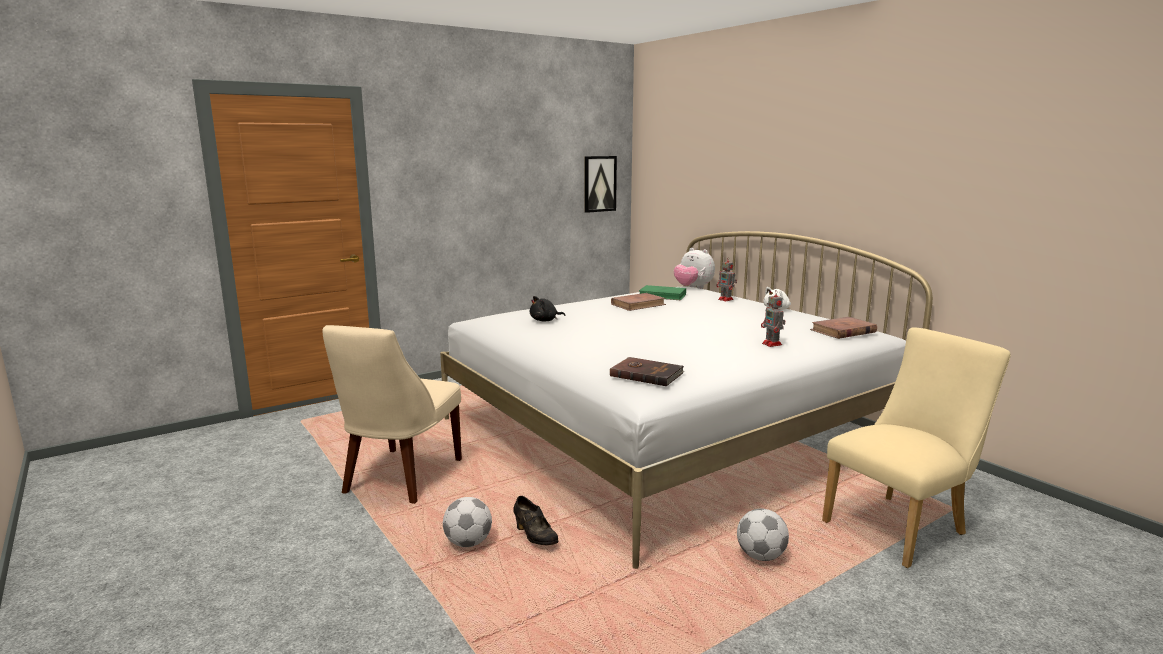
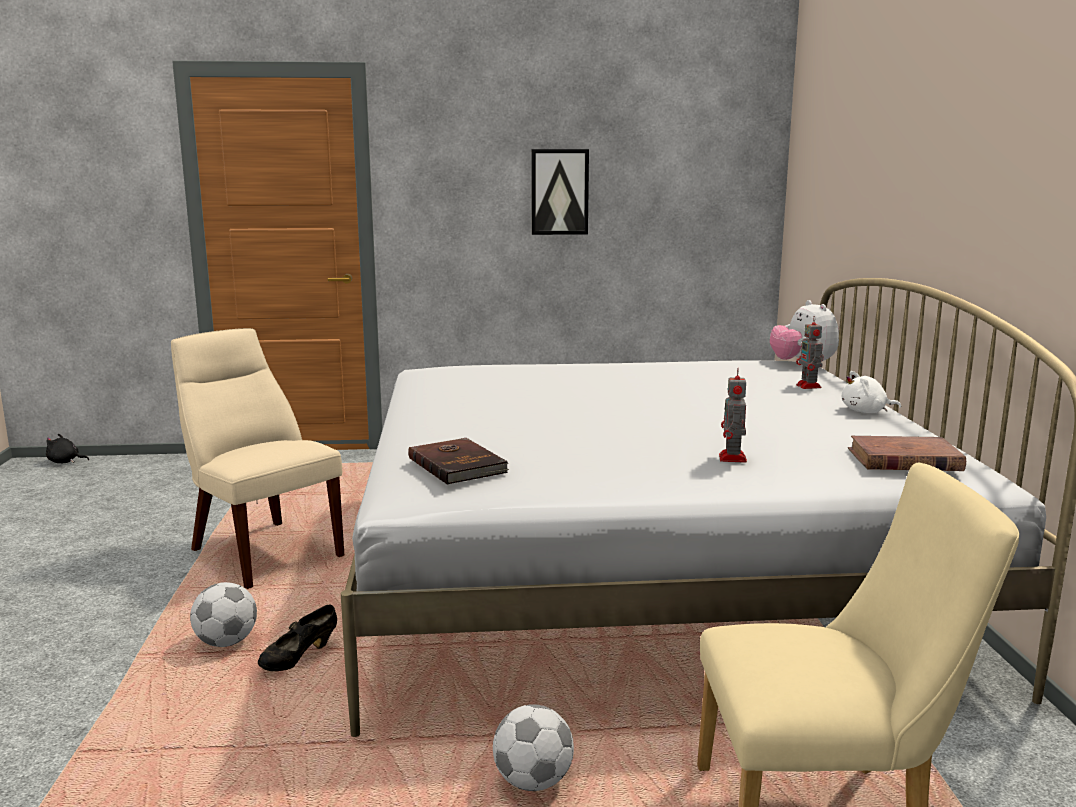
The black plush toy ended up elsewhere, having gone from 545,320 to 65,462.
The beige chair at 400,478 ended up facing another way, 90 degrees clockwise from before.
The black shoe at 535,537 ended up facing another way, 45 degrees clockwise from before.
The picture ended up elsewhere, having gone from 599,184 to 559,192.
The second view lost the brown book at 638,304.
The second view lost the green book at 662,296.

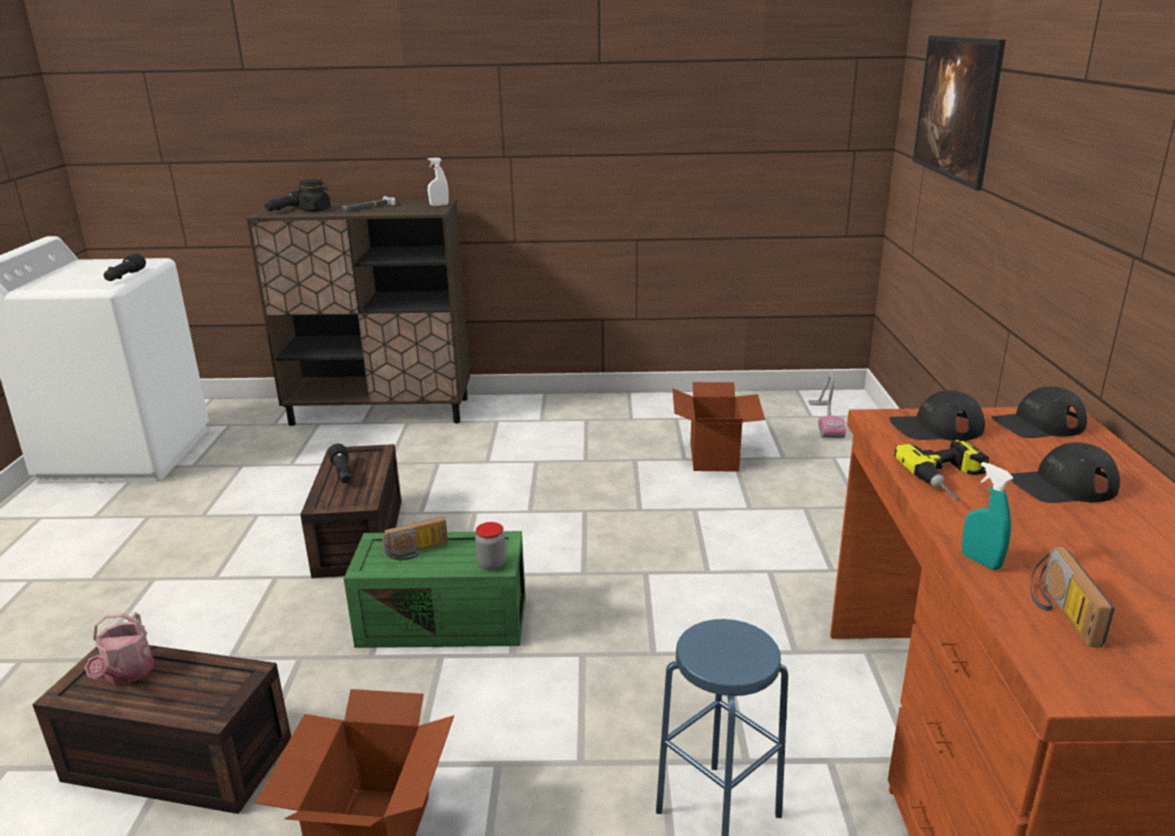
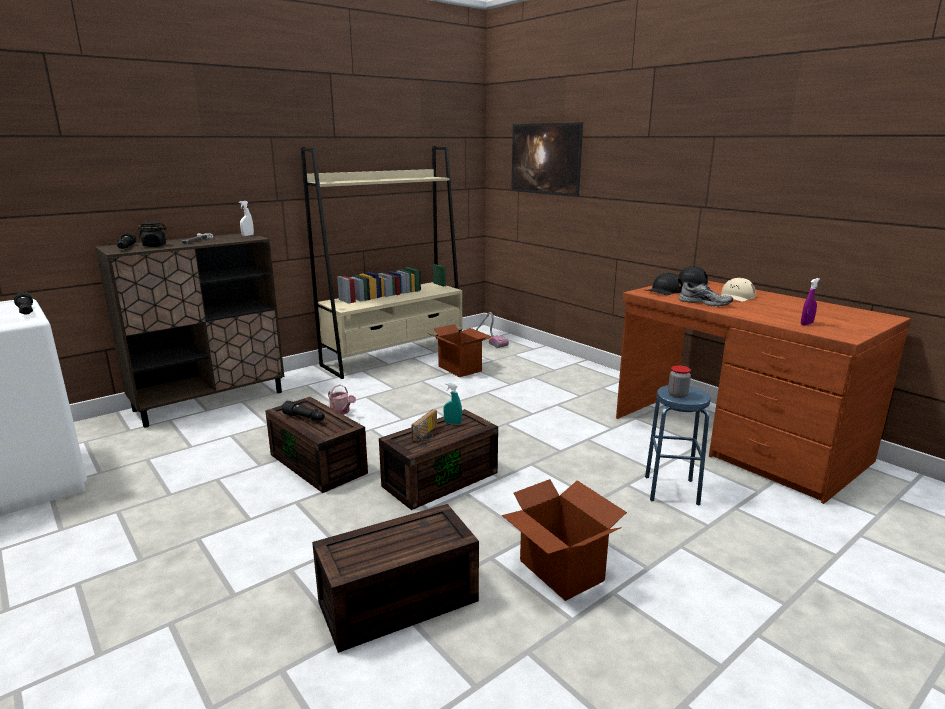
The second view gained the beige bookcase at 394,356.
The watering can ended up elsewhere, having gone from 127,674 to 341,412.
What was the green storage box at 446,619 turned into the brown storage box at 440,478.
The turquoise spray bottle ended up elsewhere, having gone from 980,561 to 452,423.
The jar ended up elsewhere, having gone from 492,564 to 677,395.
Where the power drill stood at 952,480, the grey shoe came to stand at 705,302.
What was the black cap at 1062,485 turned into the beige cap at 735,297.
Where the radio stood at 1059,611, the purple spray bottle came to stand at 806,324.

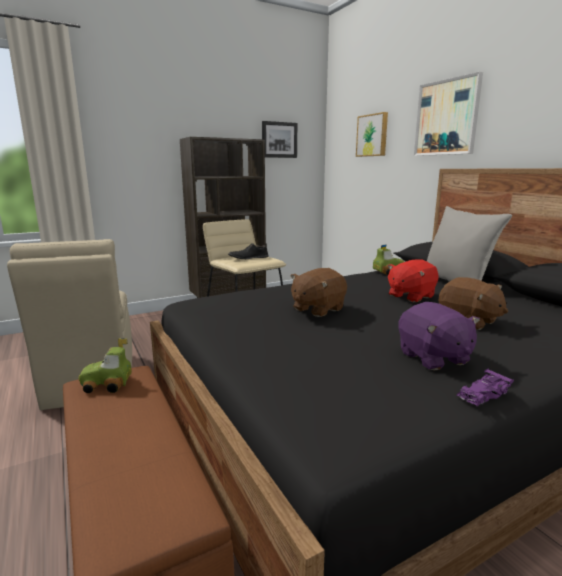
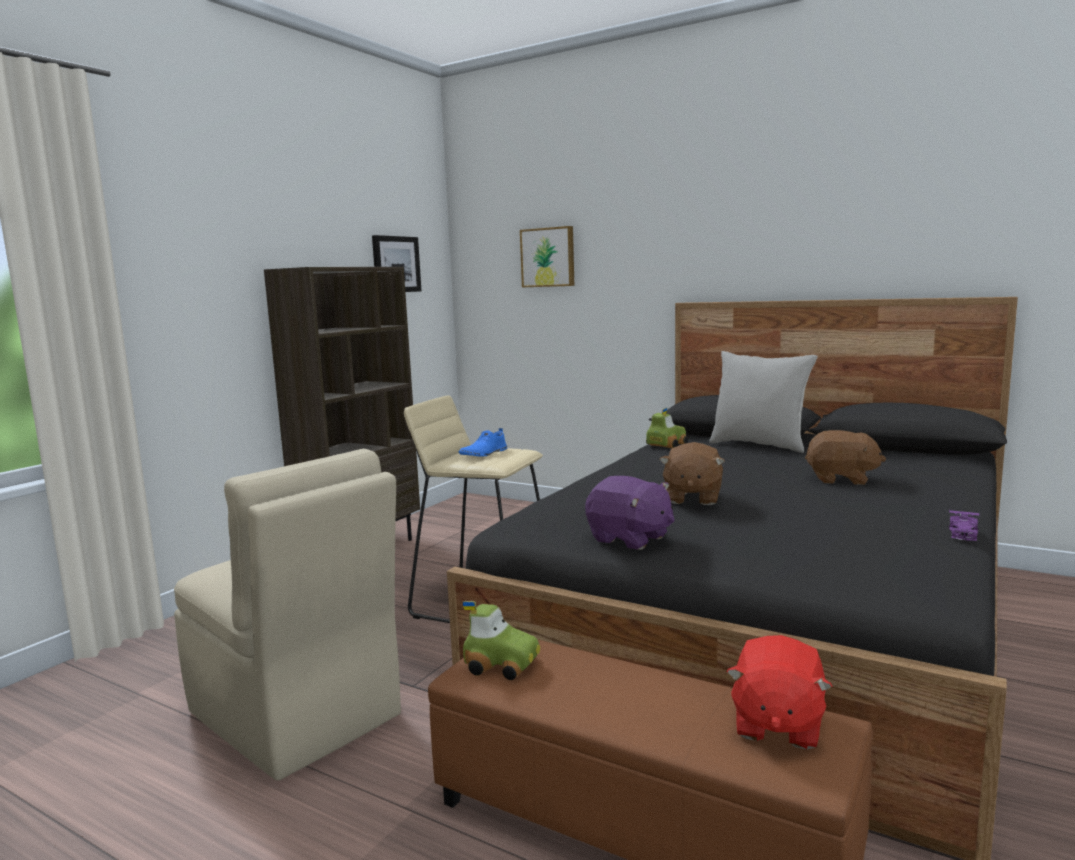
What was the black shoe at 248,258 turned into the blue shoe at 483,454.
The toy car at 107,385 ended up facing another way, 120 degrees counterclockwise from before.
The purple plush toy ended up elsewhere, having gone from 433,358 to 629,538.
The red plush toy ended up elsewhere, having gone from 410,296 to 776,724.
The second view lost the picture at 447,118.

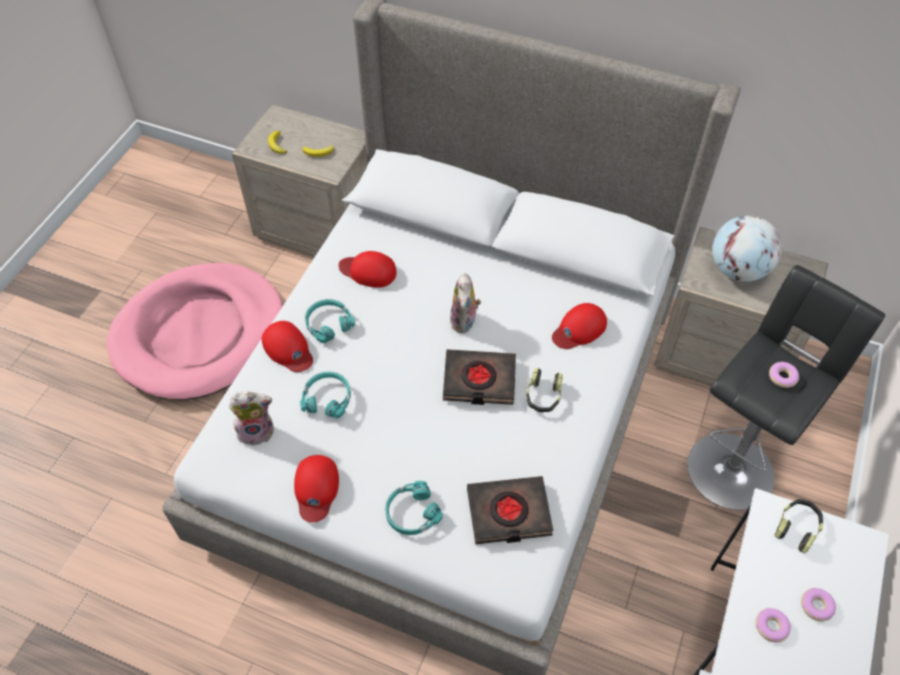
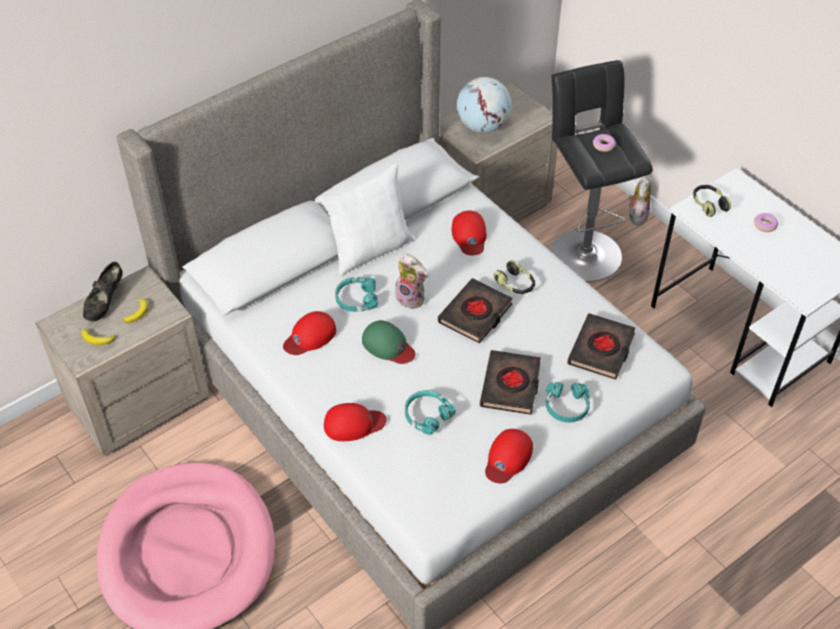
The second view gained the black shoe at 105,303.
The second view gained the white pillow at 370,249.
The turquoise headphones ended up elsewhere, having gone from 328,323 to 356,299.
The second view gained the green cap at 388,345.
The second view gained the black book at 511,386.
The red cap at 316,489 ended up facing another way, 90 degrees clockwise from before.
The plush toy ended up elsewhere, having gone from 257,430 to 637,215.
The second view lost the donut at 771,626.

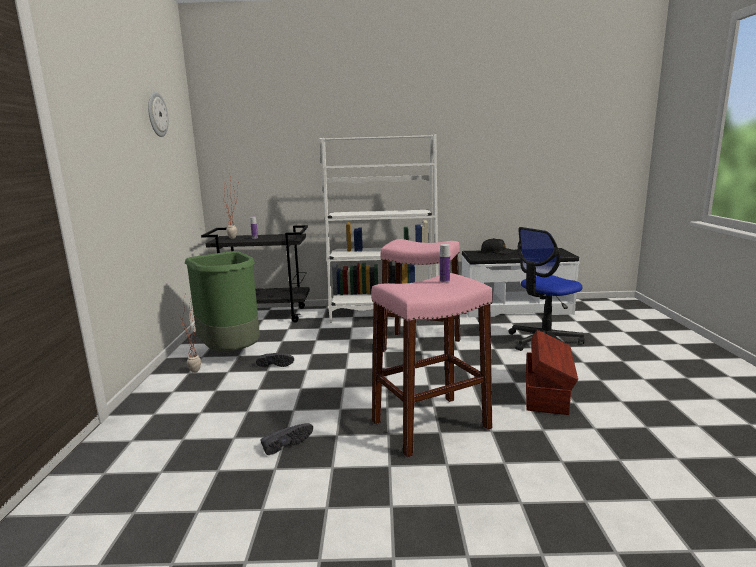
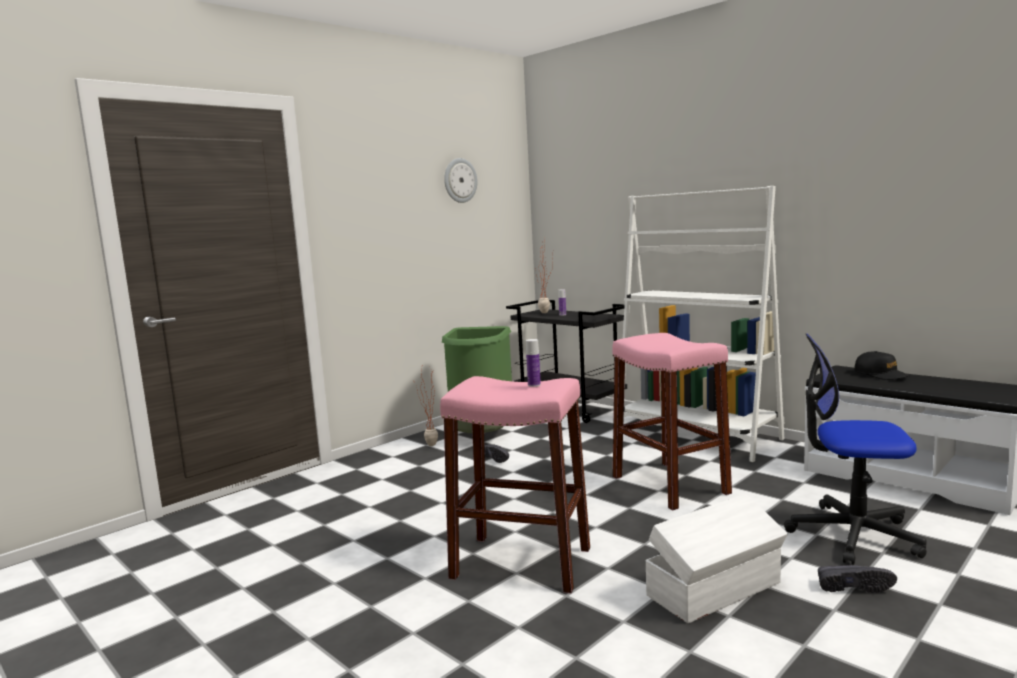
What was the brown storage box at 547,392 turned into the white storage box at 716,590.
The black shoe ended up elsewhere, having gone from 286,443 to 853,587.

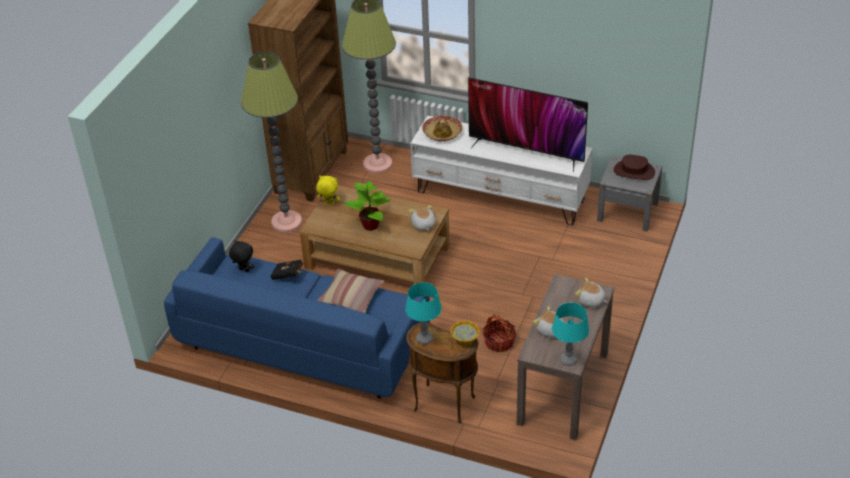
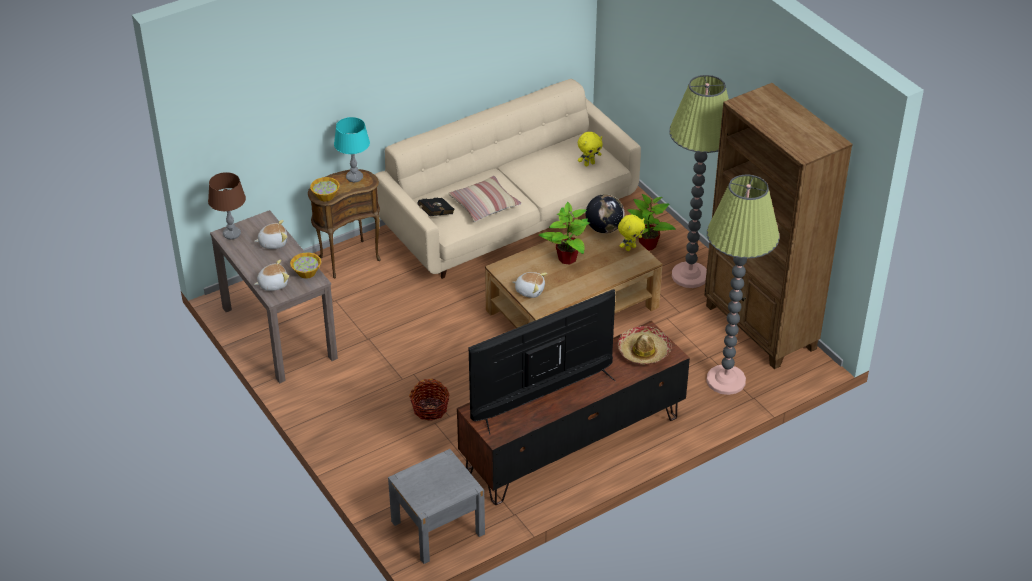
What was the turquoise table lamp at 568,360 turned into the brown table lamp at 232,234.
The second view gained the bowl at 306,272.
What was the blue sofa at 303,342 turned into the beige sofa at 510,218.
The basket ended up elsewhere, having gone from 499,342 to 430,409.
The black book ended up elsewhere, having gone from 289,276 to 434,214.
What was the white tv stand at 501,196 turned into the brown tv stand at 572,443.
What was the black plush toy at 244,270 turned into the yellow plush toy at 589,164.
The second view gained the globe at 604,228.
The second view gained the potted plant at 647,245.
The second view lost the brown hat at 634,171.

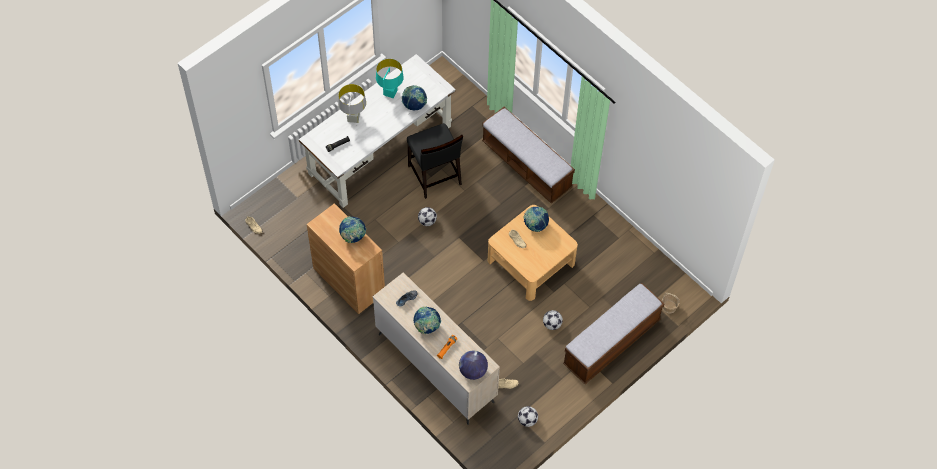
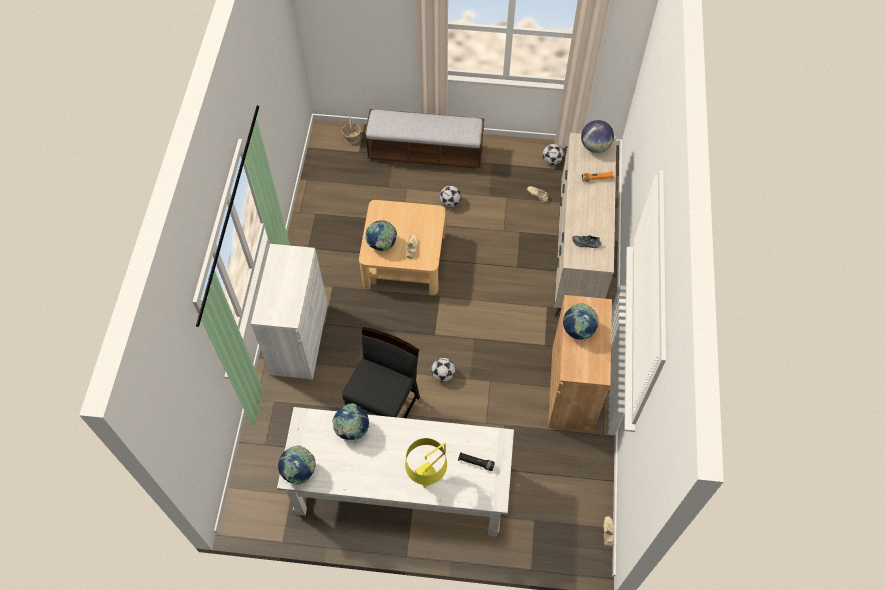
Where the bench stood at 526,165, the white cabinet came to stand at 299,339.
The globe ended up elsewhere, having gone from 427,327 to 299,471.
What was the grey table lamp at 353,118 turned into the yellow table lamp at 427,478.
The second view lost the turquoise table lamp at 390,93.

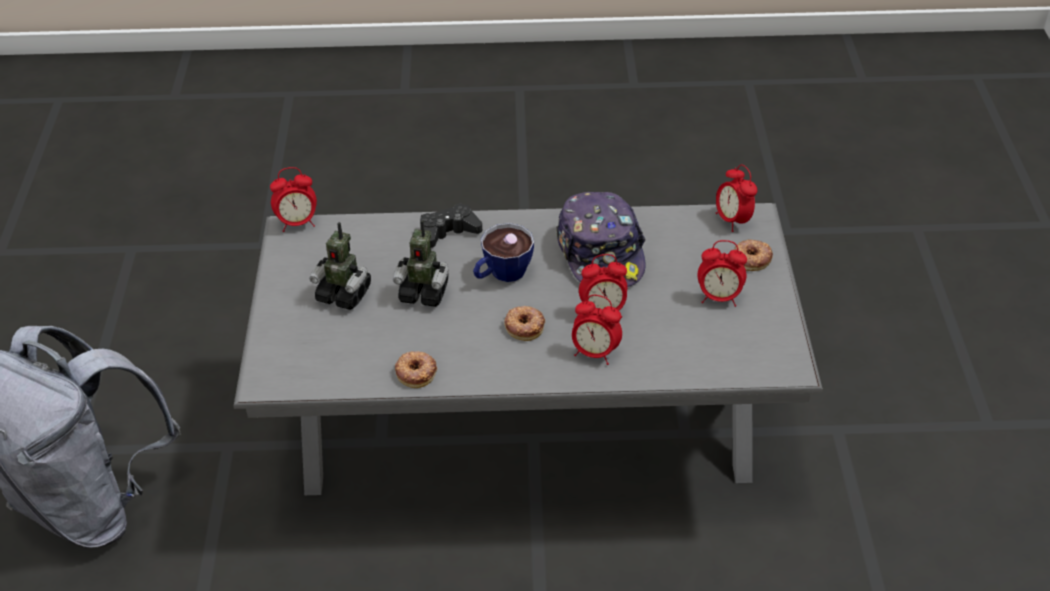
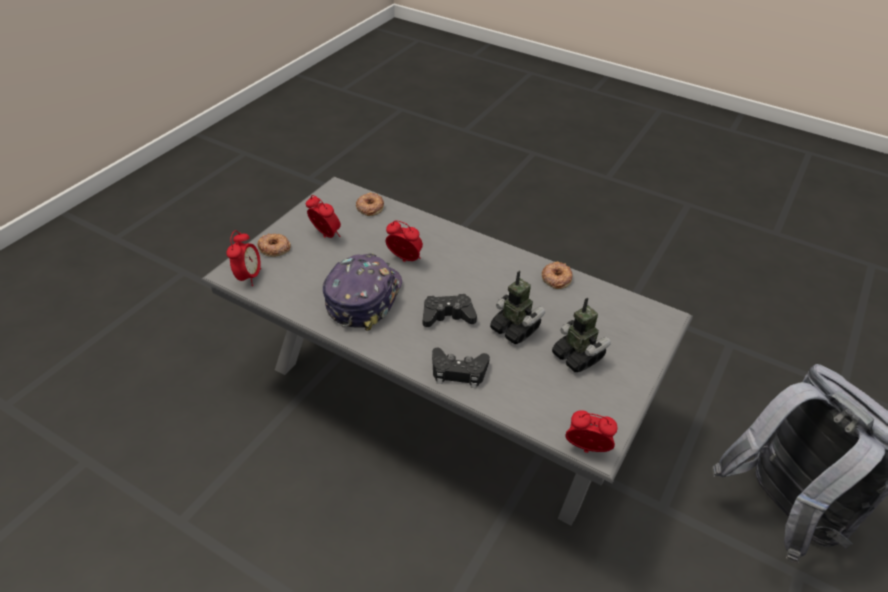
The donut ended up elsewhere, having gone from 524,326 to 370,207.
Where the cup stood at 501,274, the black game controller came to stand at 447,316.
The second view lost the alarm clock at 595,353.

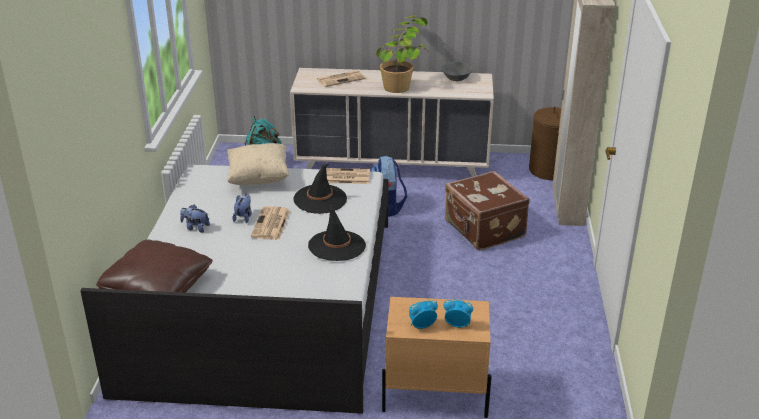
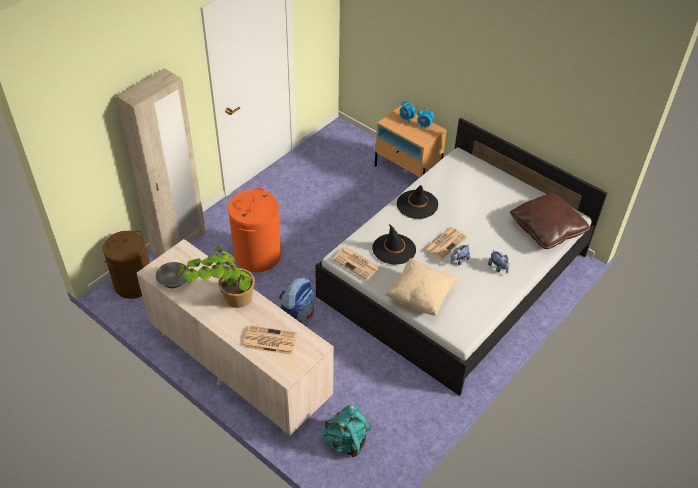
Where the brown suitcase stood at 483,230, the orange laundry basket came to stand at 257,255.

